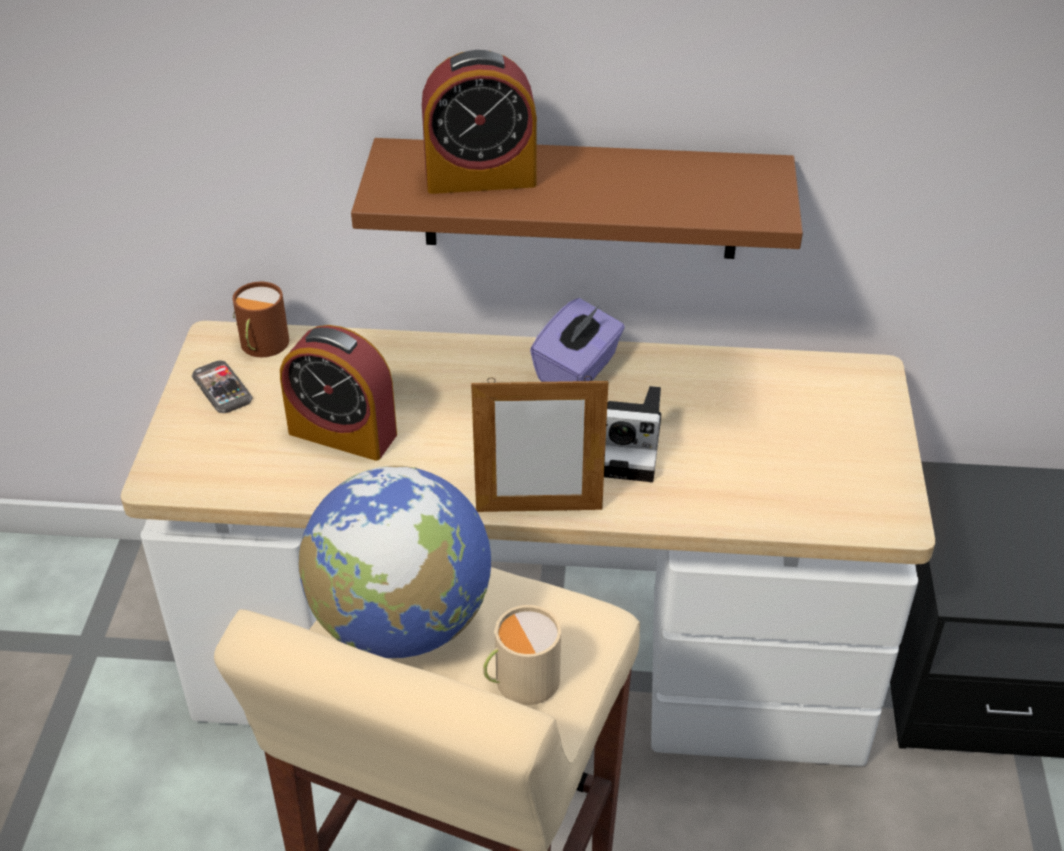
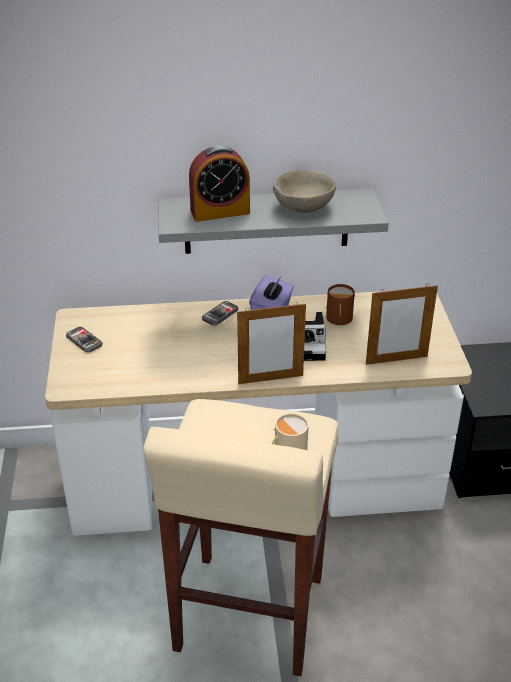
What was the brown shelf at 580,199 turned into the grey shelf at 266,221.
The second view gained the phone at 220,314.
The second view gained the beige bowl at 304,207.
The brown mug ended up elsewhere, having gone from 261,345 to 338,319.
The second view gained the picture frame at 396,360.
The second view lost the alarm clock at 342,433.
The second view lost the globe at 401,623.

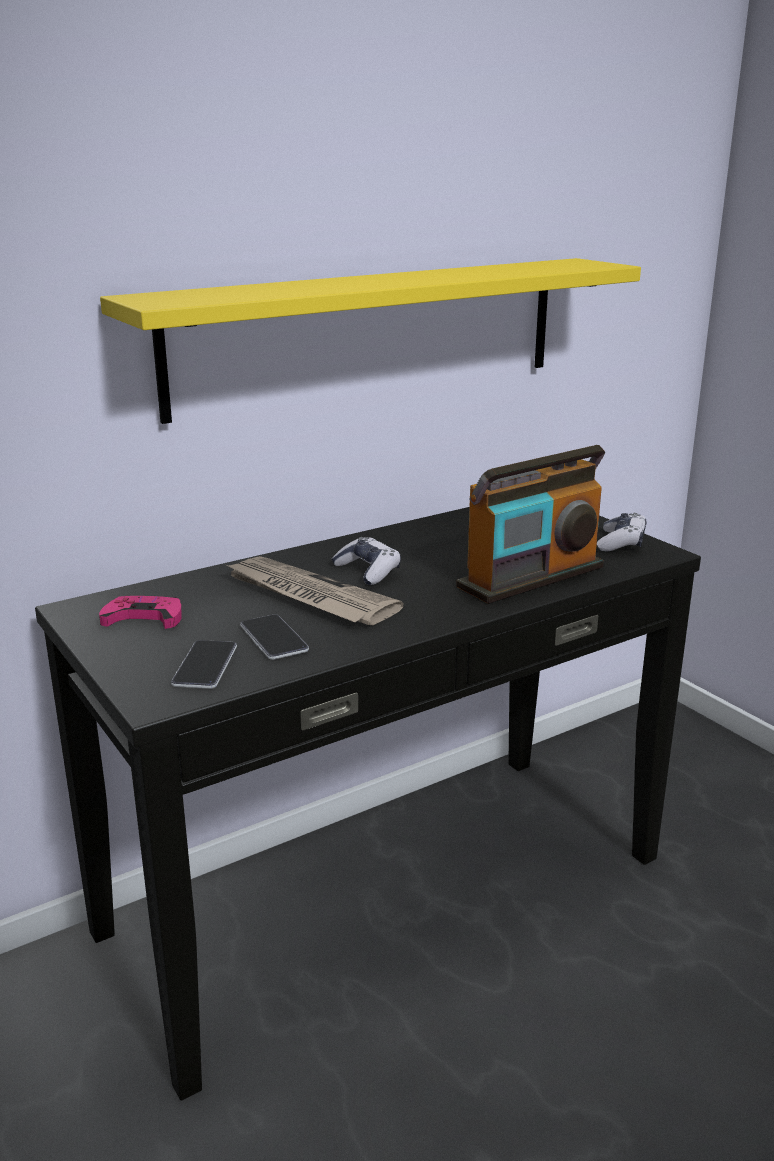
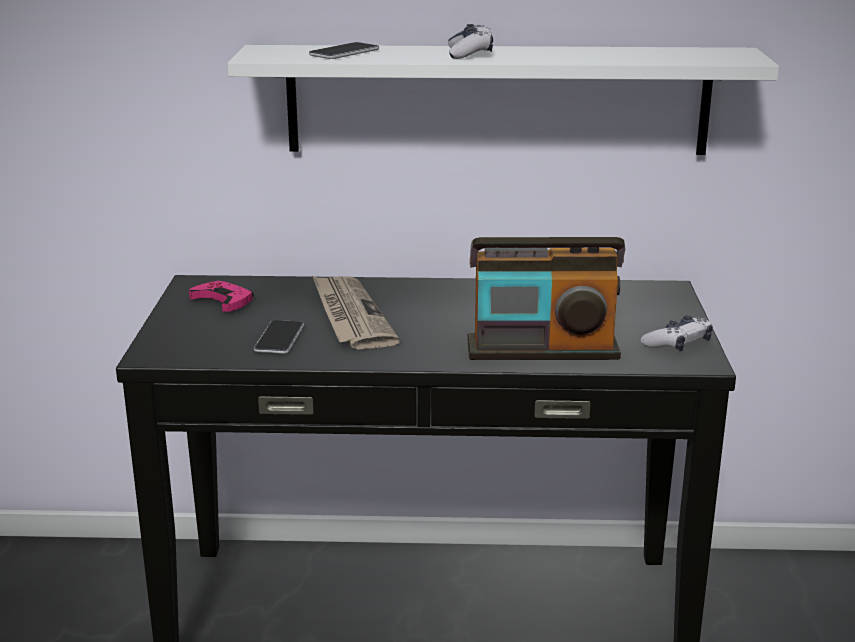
What was the yellow shelf at 371,334 turned into the white shelf at 497,100.
The phone ended up elsewhere, having gone from 205,666 to 344,52.
The game controller ended up elsewhere, having gone from 367,571 to 470,53.

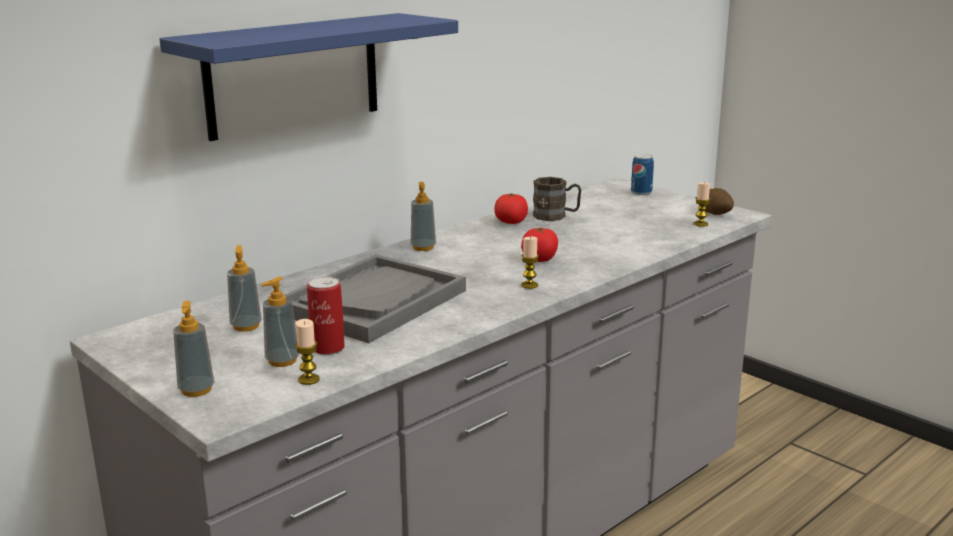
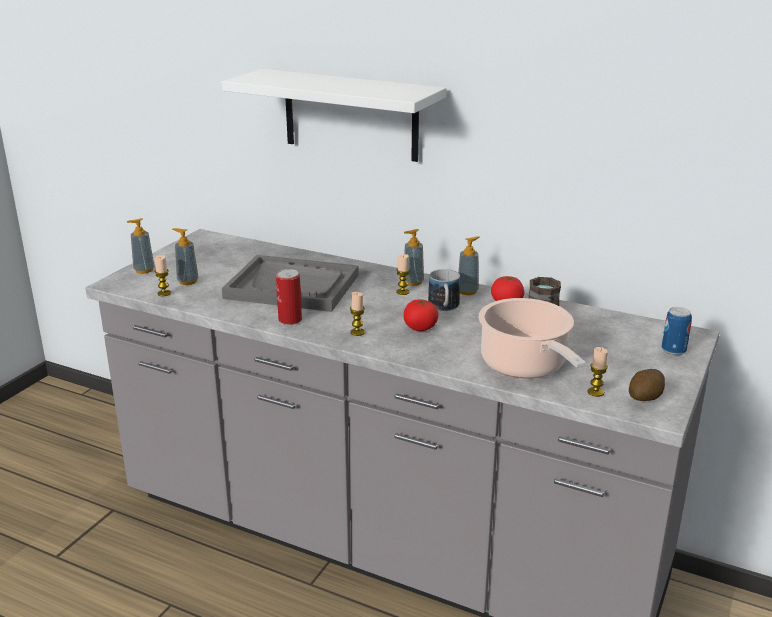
What was the blue shelf at 293,75 turned into the white shelf at 350,115.
The can ended up elsewhere, having gone from 328,348 to 290,320.
The second view gained the candle at 402,292.
The second view gained the mug at 444,308.
The soap dispenser ended up elsewhere, having gone from 246,326 to 467,291.
The second view gained the cooking pot at 525,365.

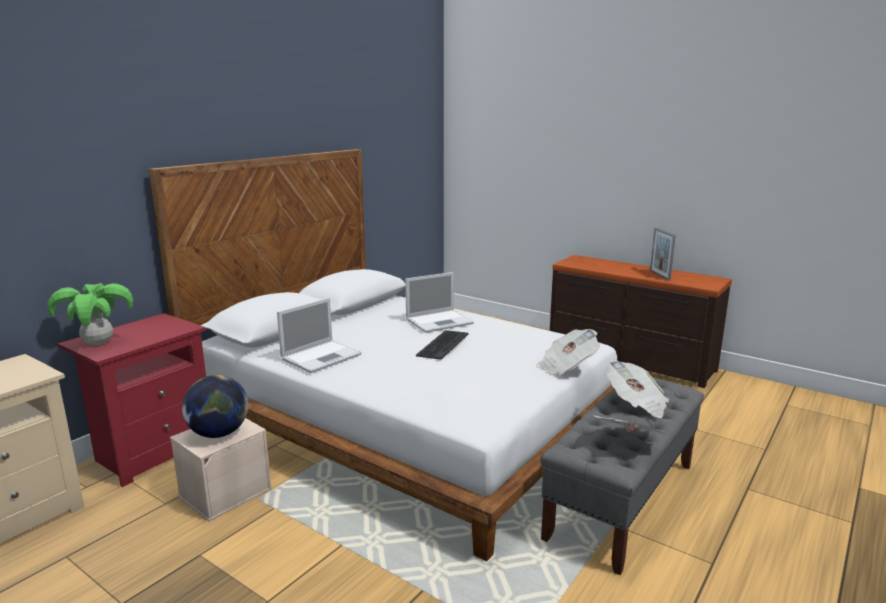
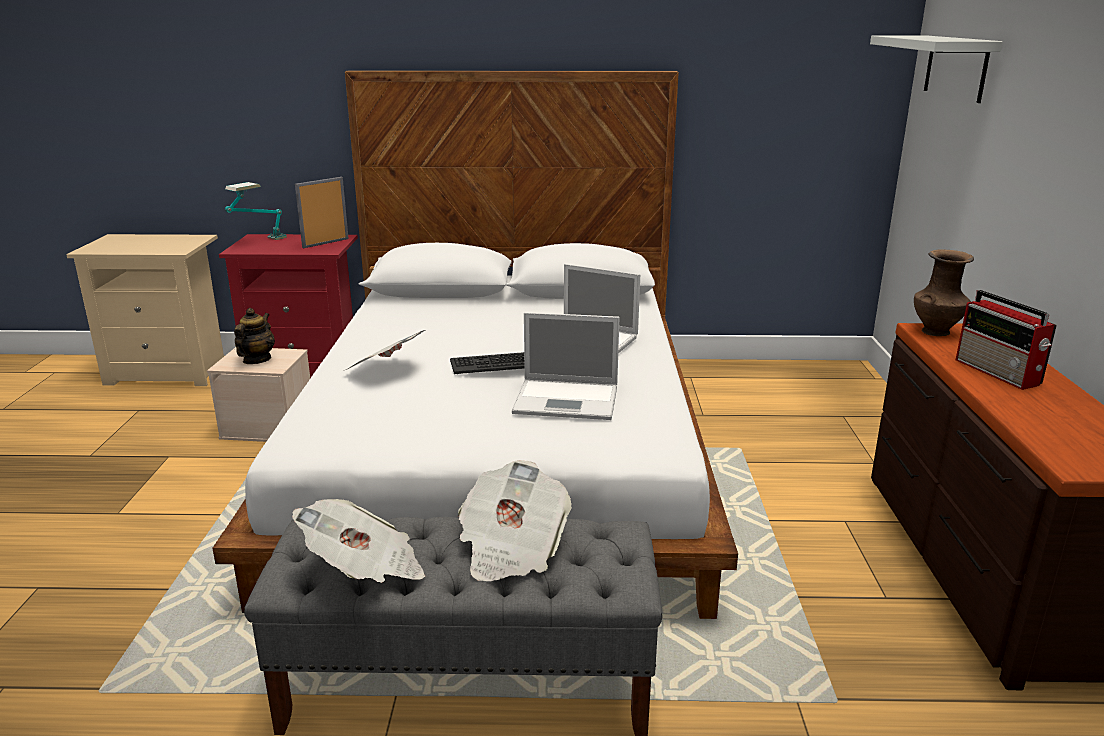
Where the potted plant stood at 98,343, the table lamp came to stand at 259,242.
Where the globe stood at 219,433, the teapot came to stand at 256,360.
The picture frame ended up elsewhere, having gone from 659,275 to 325,243.
The newspaper ended up elsewhere, having gone from 566,366 to 386,371.
The laptop ended up elsewhere, having gone from 322,356 to 568,400.
The second view gained the white shelf at 956,67.
The second view gained the brown vase at 936,331.
The second view gained the radio at 998,373.

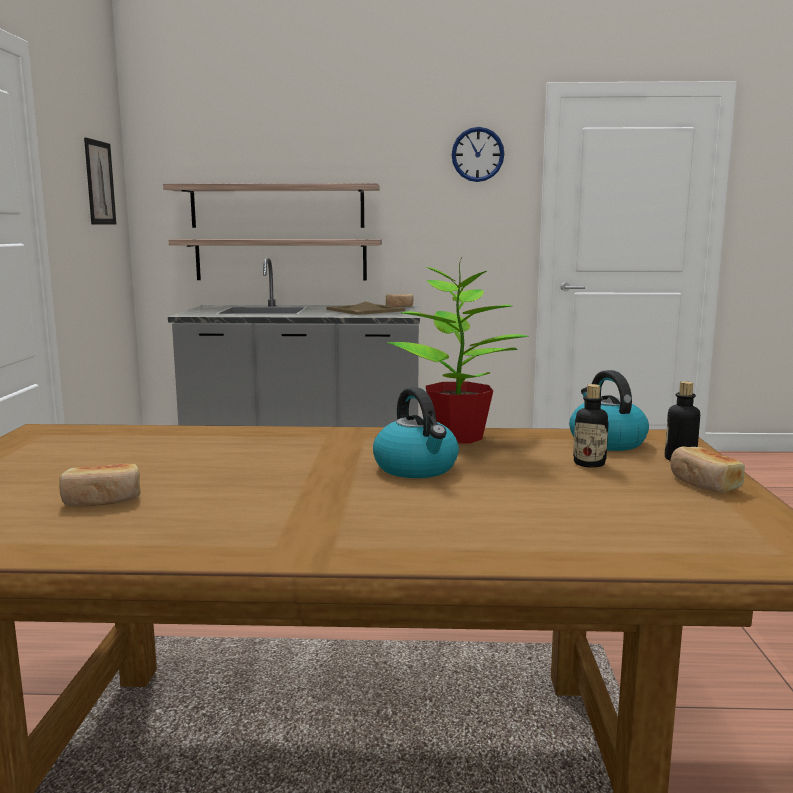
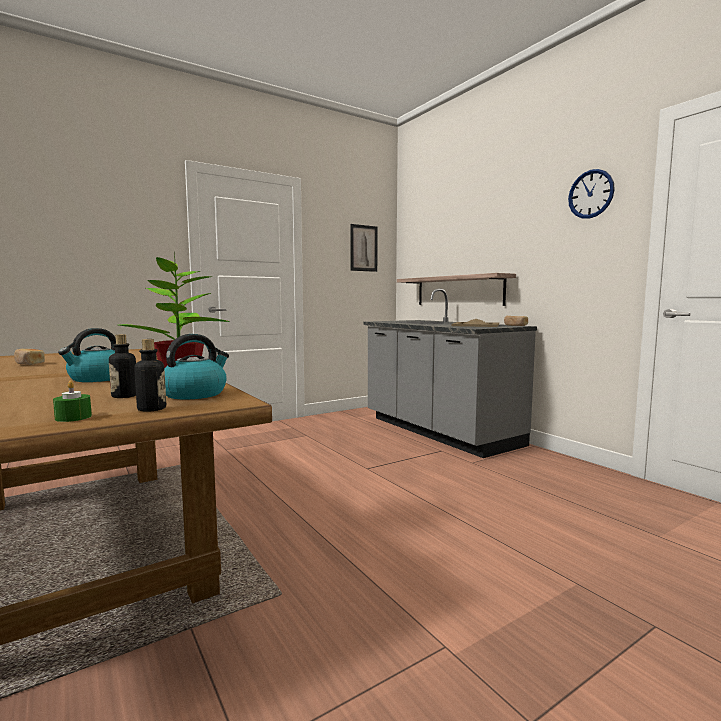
Where the bread stood at 703,484, the green candle came to stand at 73,417.
The second view lost the shelf at 277,206.

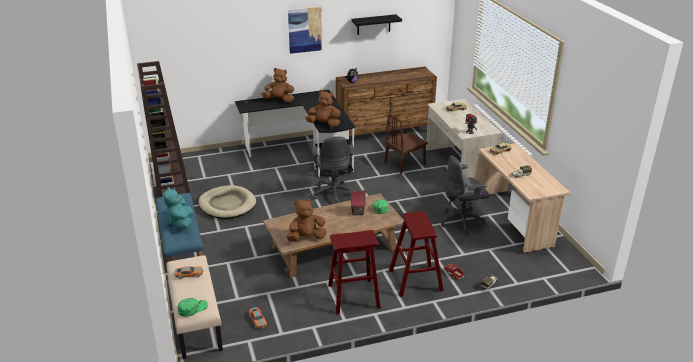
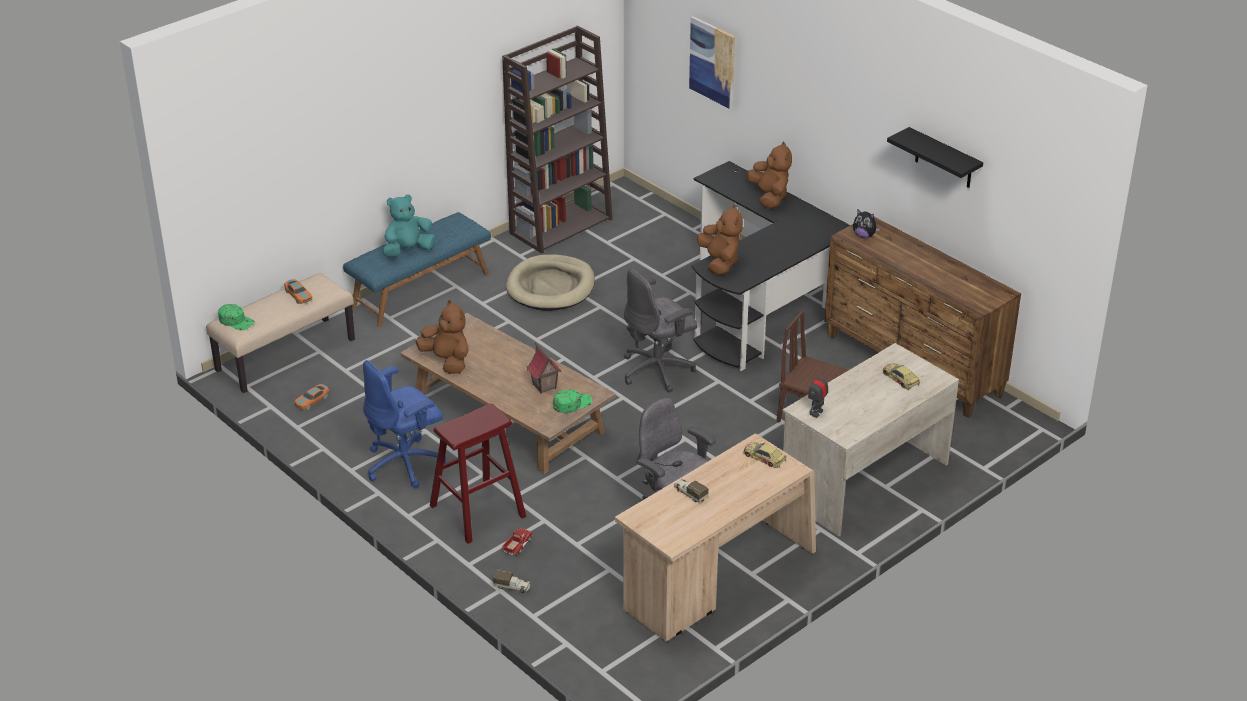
Where the red stool stood at 353,296, the blue office chair came to stand at 406,464.
The picture ended up elsewhere, having gone from 305,29 to 712,62.

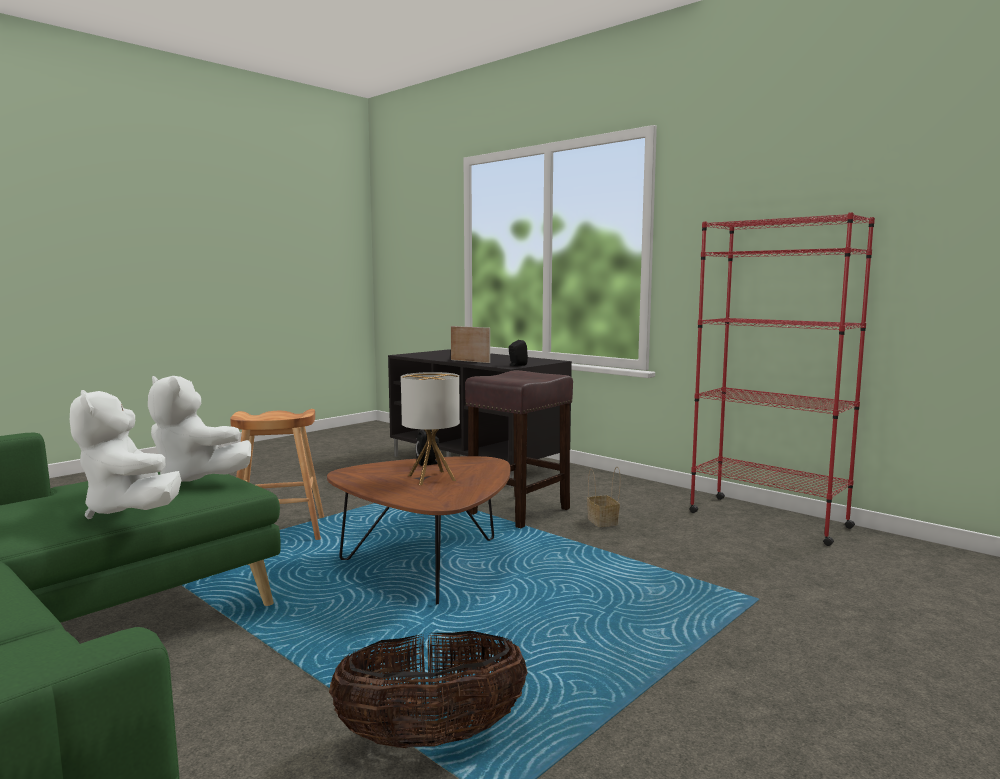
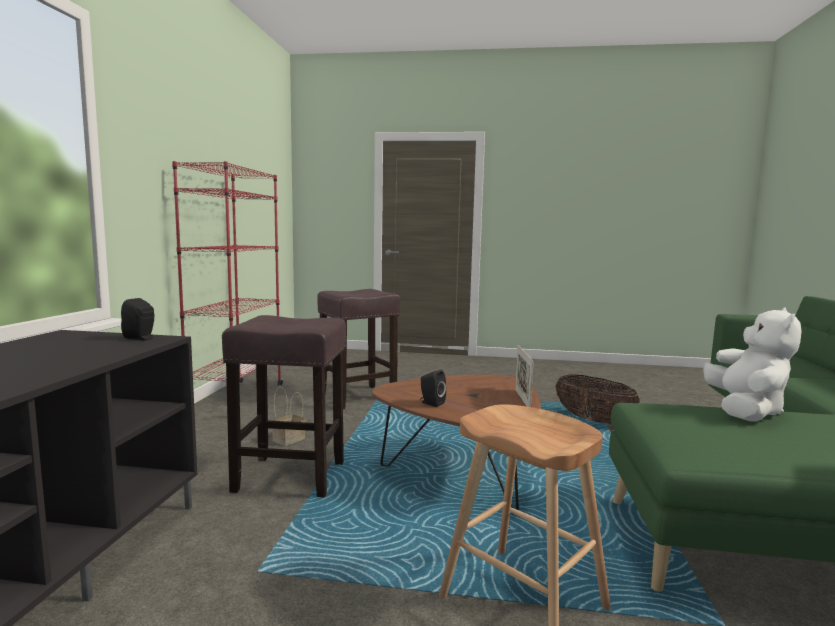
The second view gained the brown stool at 358,396.
The picture frame ended up elsewhere, having gone from 470,361 to 522,399.
The second view lost the white plush toy at 195,480.
The second view lost the table lamp at 431,478.

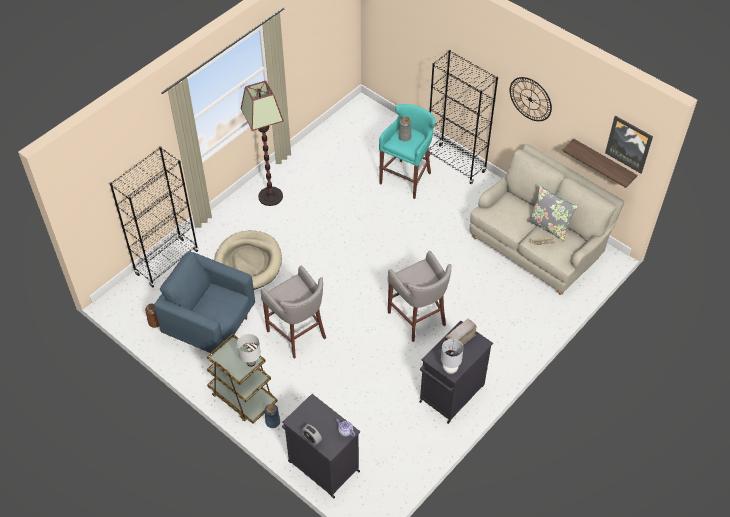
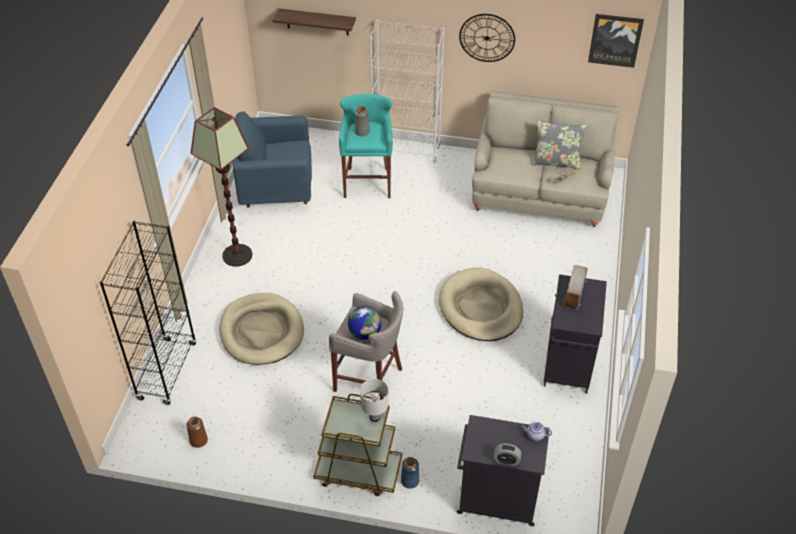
The blue armchair ended up elsewhere, having gone from 211,325 to 277,188.
The shelf ended up elsewhere, having gone from 603,163 to 317,22.
The second view gained the globe at 365,333.
What was the black bookcase at 456,164 turned into the white bookcase at 406,151.
Where the grey stool stood at 418,319, the beige dog bed came to stand at 481,308.
The second view lost the grey table lamp at 450,368.

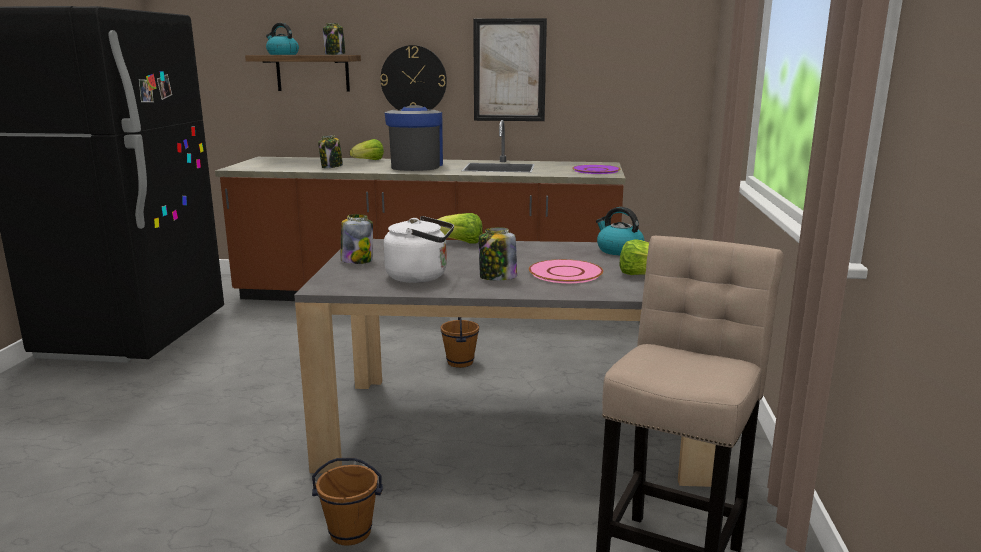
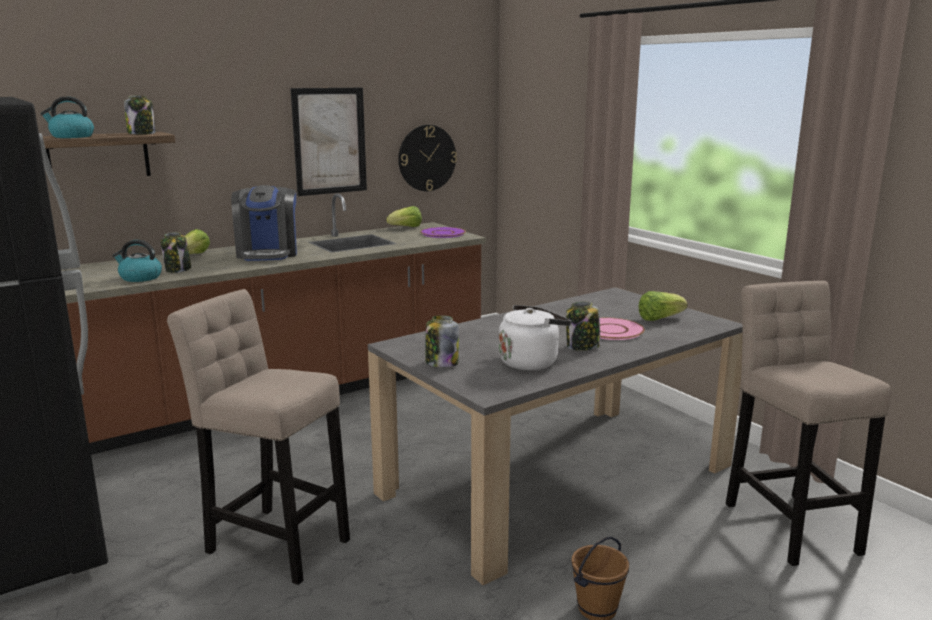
The kettle ended up elsewhere, having gone from 618,250 to 140,278.
The second view gained the beige stool at 273,542.
The coffee machine at 416,166 ended up facing another way, 150 degrees counterclockwise from before.
The lettuce ended up elsewhere, having gone from 459,242 to 406,227.
The wall clock ended up elsewhere, having gone from 413,80 to 427,158.
The second view lost the brown bucket at 459,362.

